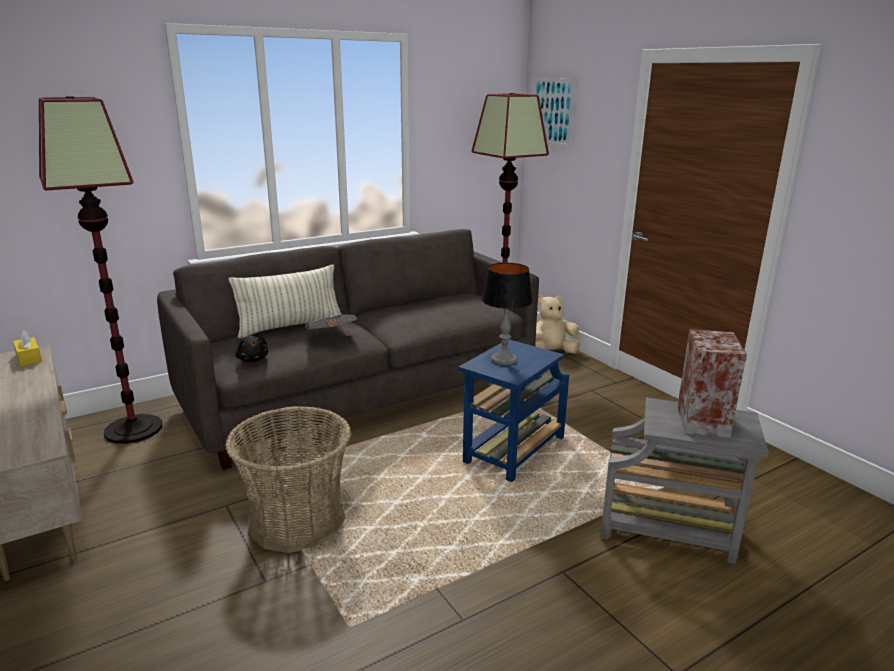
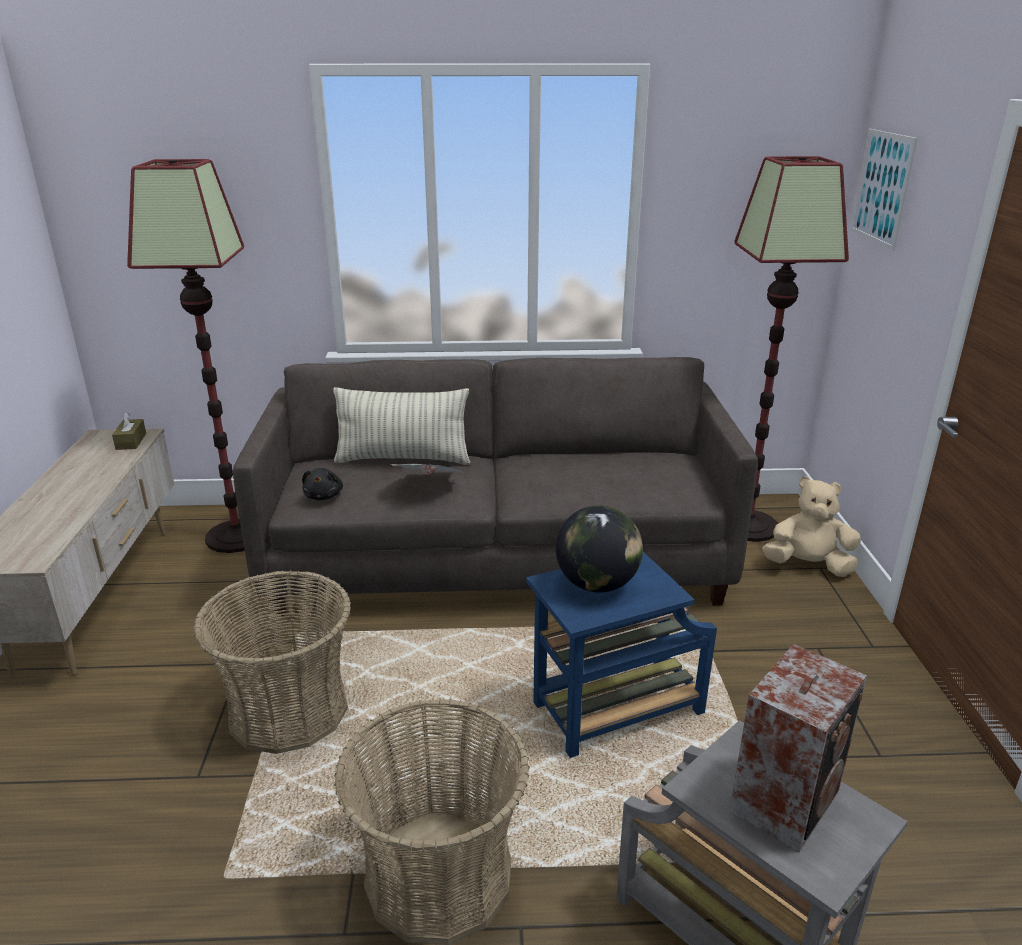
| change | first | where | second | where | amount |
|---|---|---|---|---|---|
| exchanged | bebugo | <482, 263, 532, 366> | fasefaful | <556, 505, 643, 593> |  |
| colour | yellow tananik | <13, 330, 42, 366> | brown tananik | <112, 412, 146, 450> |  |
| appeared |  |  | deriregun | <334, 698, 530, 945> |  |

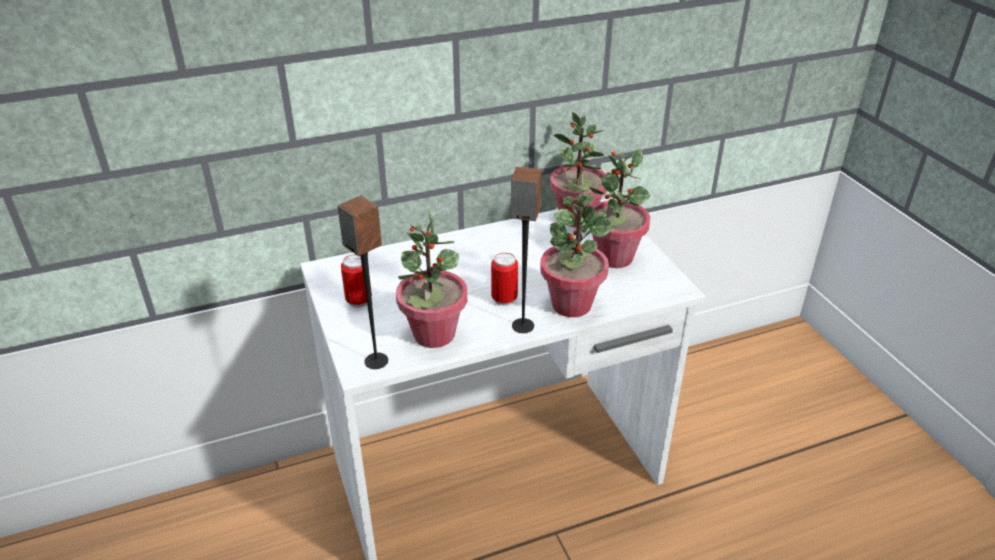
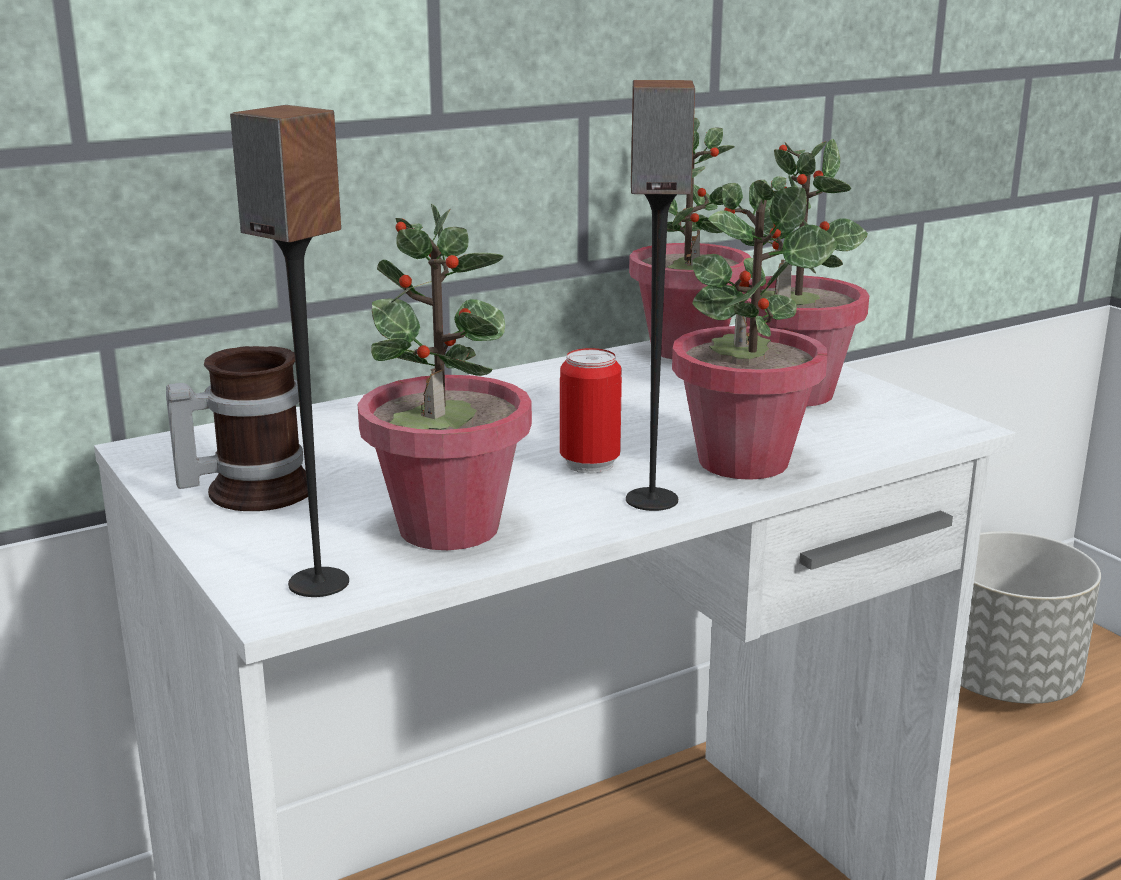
| change | first | where | second | where | amount |
|---|---|---|---|---|---|
| exchanged | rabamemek | <341, 254, 372, 308> | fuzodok | <166, 346, 308, 511> |  |
| appeared |  |  | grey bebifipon | <961, 531, 1101, 704> |  |

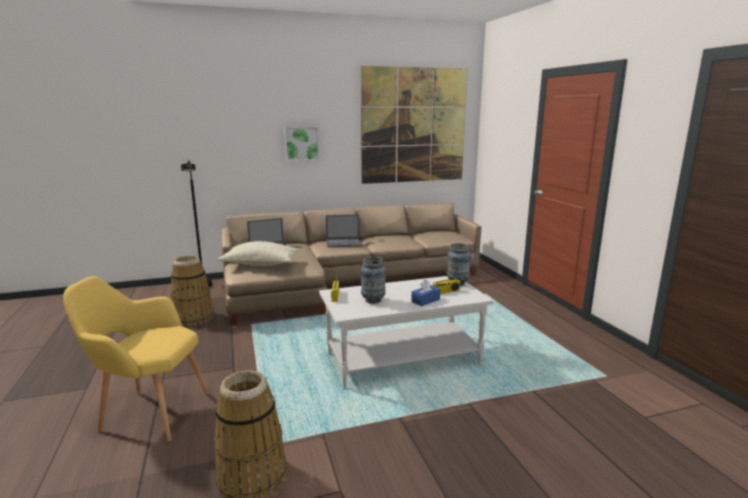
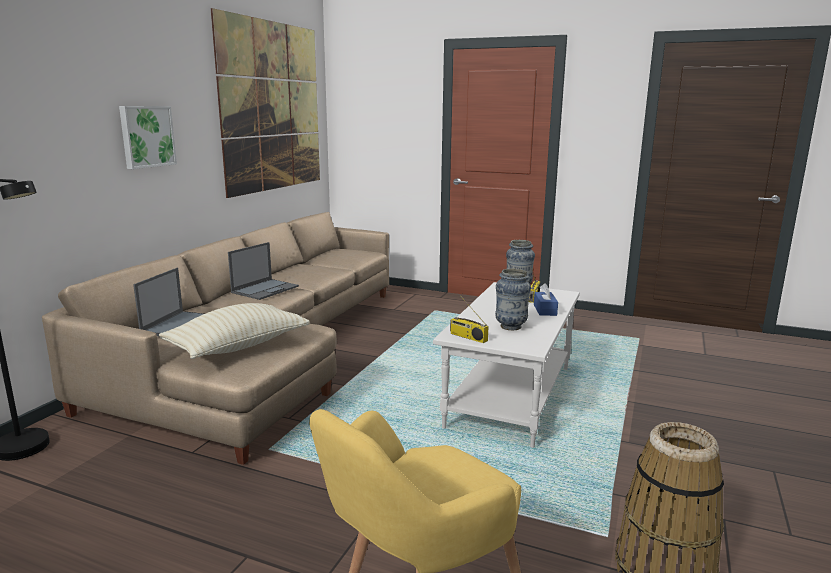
| change | first | where | second | where | amount |
|---|---|---|---|---|---|
| missing | deriregun | <171, 256, 214, 326> |  |  |  |

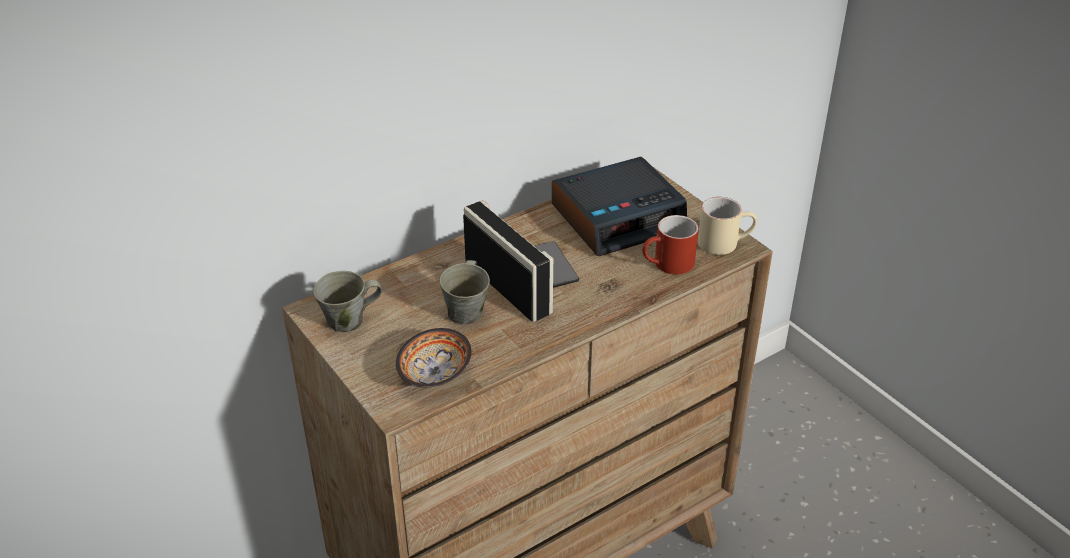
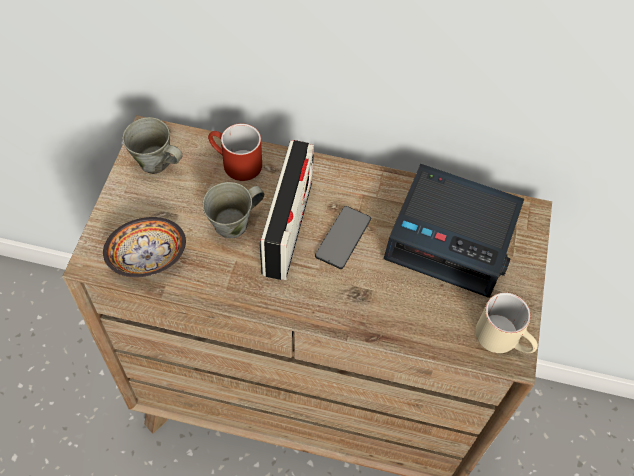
| change | first | where | second | where | amount |
|---|---|---|---|---|---|
| relocated | red fuzodok | <642, 215, 699, 275> |  | <208, 123, 262, 181> |  |

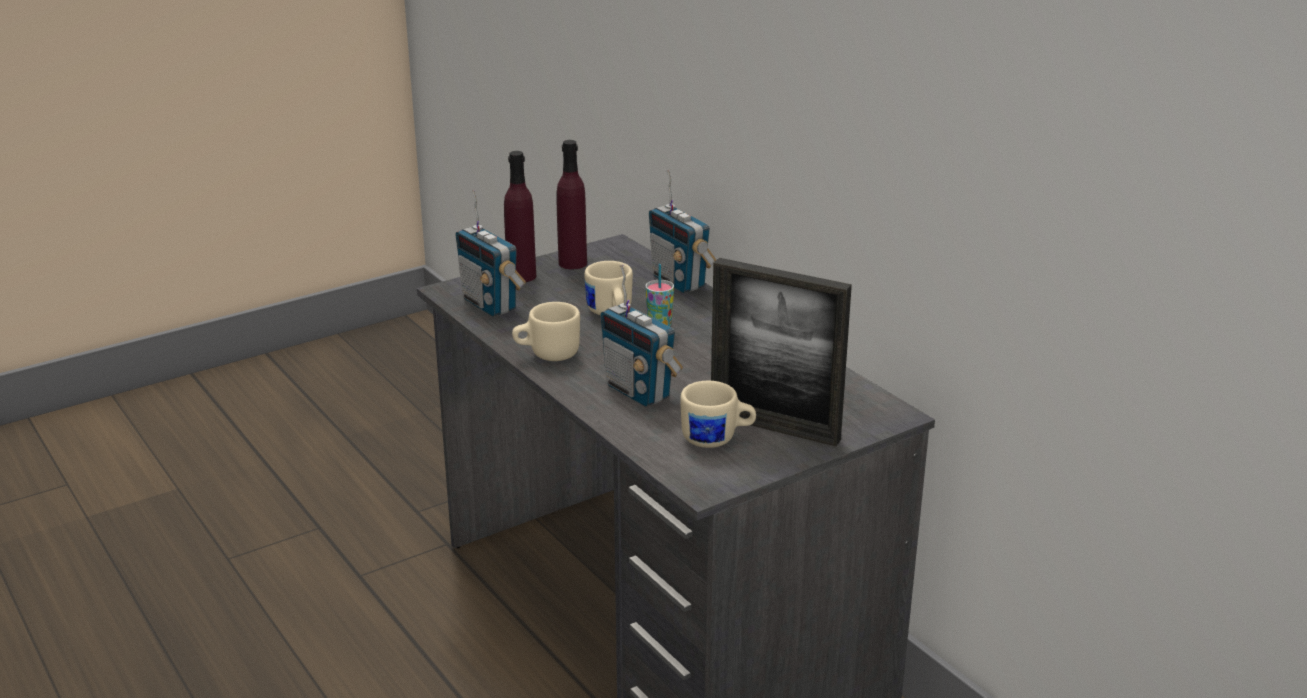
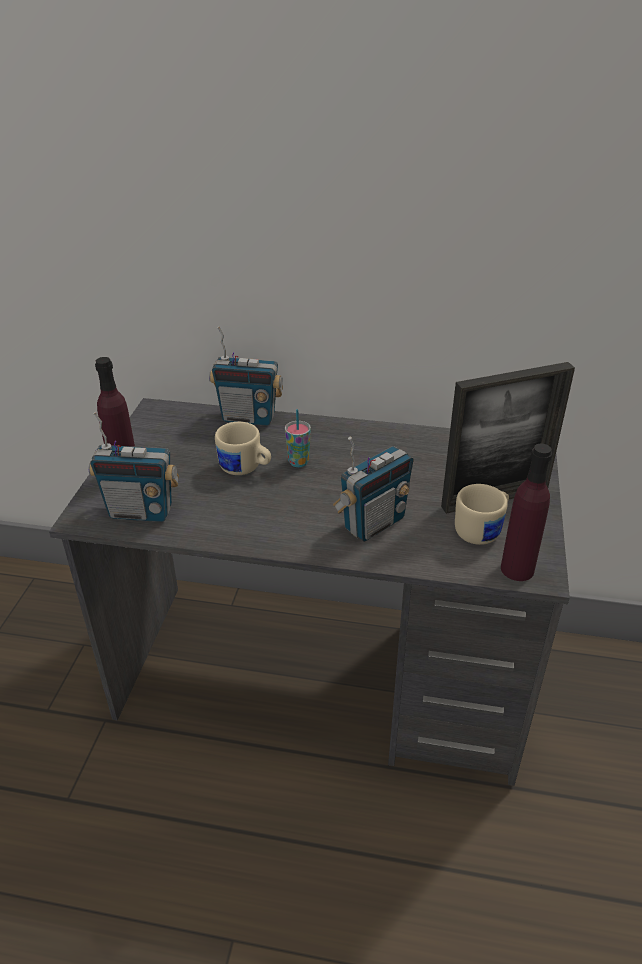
| change | first | where | second | where | amount |
|---|---|---|---|---|---|
| relocated | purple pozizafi | <557, 140, 587, 269> |  | <501, 444, 552, 581> |  |
| spun | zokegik | <600, 265, 683, 407> |  | <333, 437, 414, 542> | 45 degrees counterclockwise |
| missing | beige fuzodok | <512, 302, 580, 361> |  |  |  |

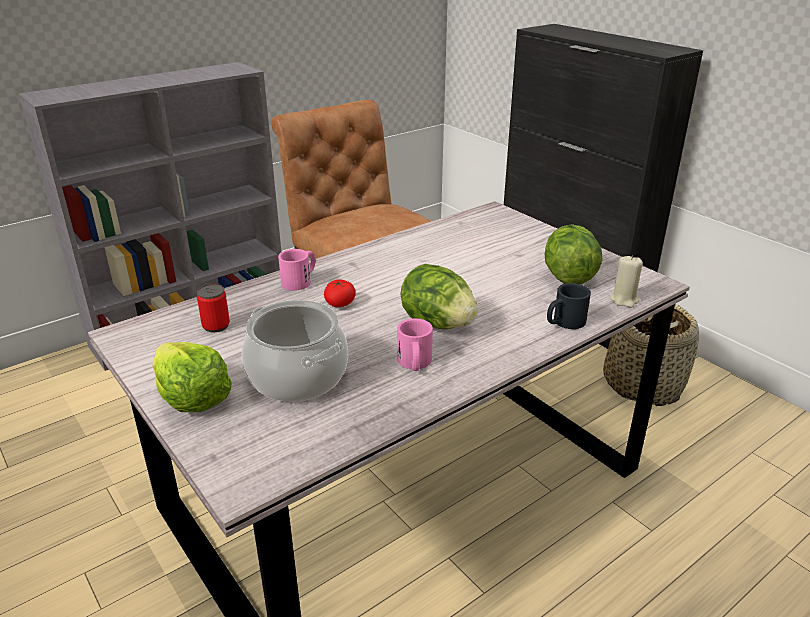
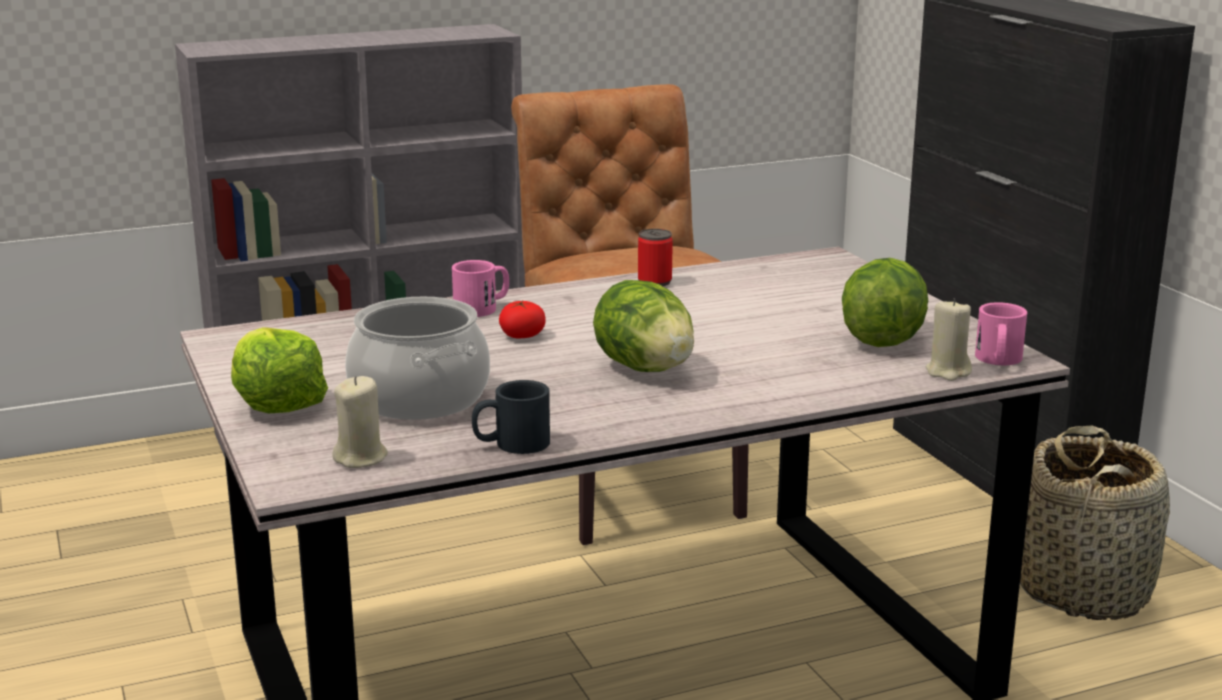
| change | first | where | second | where | amount |
|---|---|---|---|---|---|
| relocated | black fuzodok | <547, 283, 591, 329> |  | <472, 380, 550, 454> |  |
| relocated | rabamemek | <197, 284, 230, 332> |  | <638, 229, 673, 286> |  |
| relocated | pink fuzodok | <397, 318, 433, 371> |  | <975, 302, 1027, 365> |  |
| appeared |  |  | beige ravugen | <332, 376, 388, 468> |  |

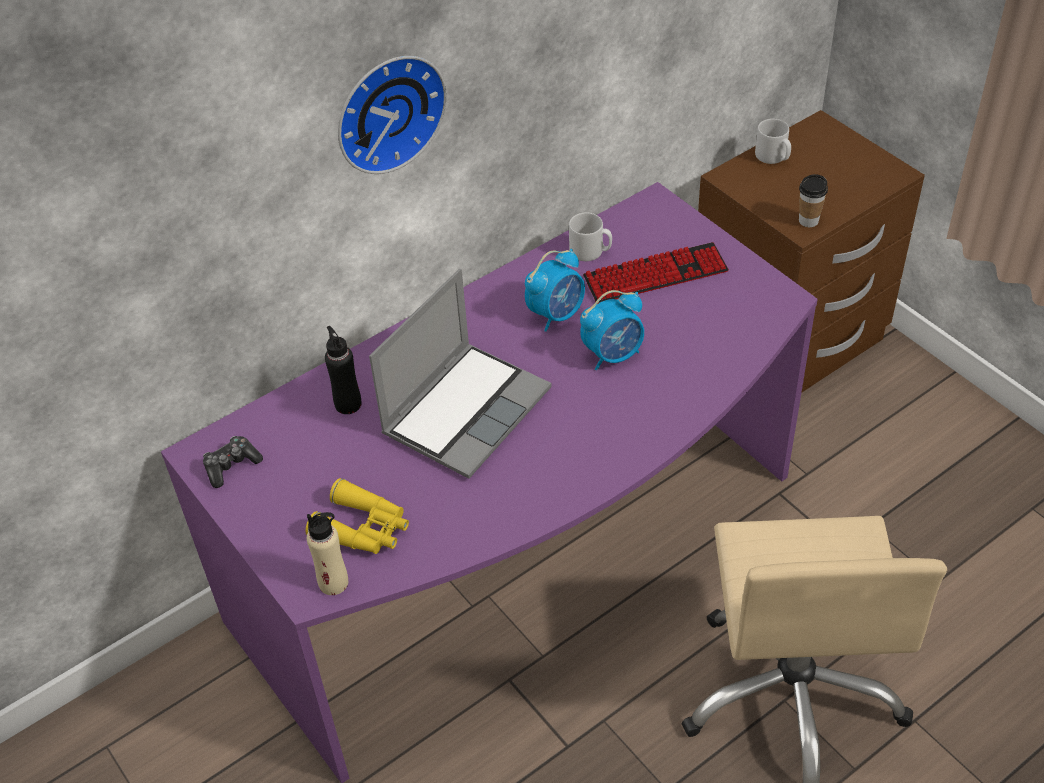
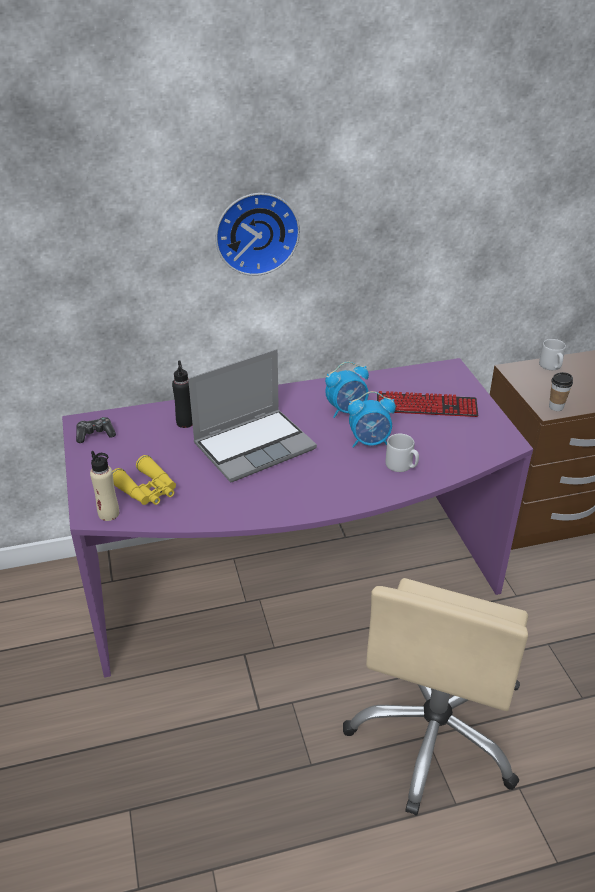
| change | first | where | second | where | amount |
|---|---|---|---|---|---|
| relocated | grey fuzodok | <569, 213, 612, 261> |  | <386, 434, 419, 472> |  |

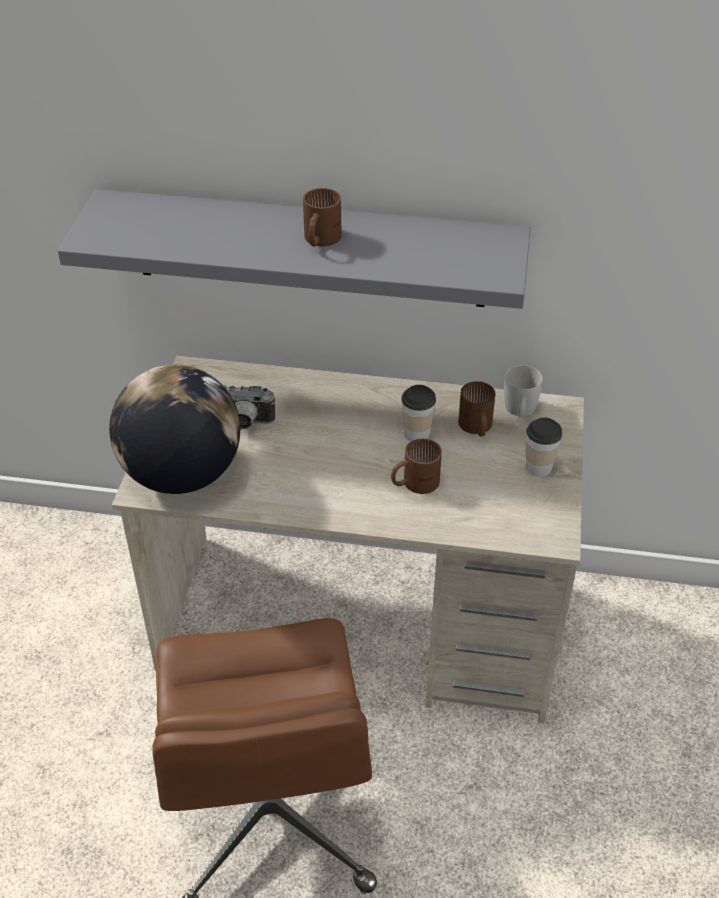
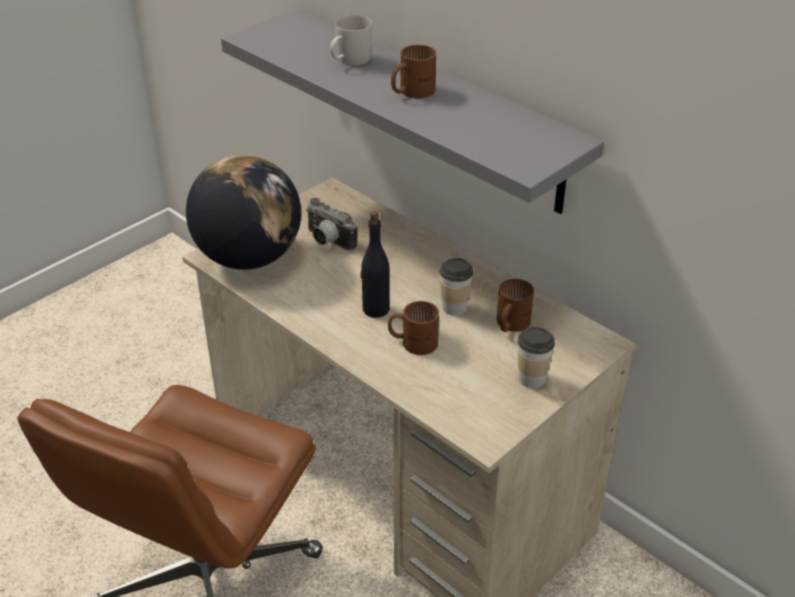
| change | first | where | second | where | amount |
|---|---|---|---|---|---|
| relocated | white fuzodok | <504, 365, 543, 418> |  | <330, 15, 372, 66> |  |
| appeared |  |  | black pozizafi | <360, 211, 390, 318> |  |

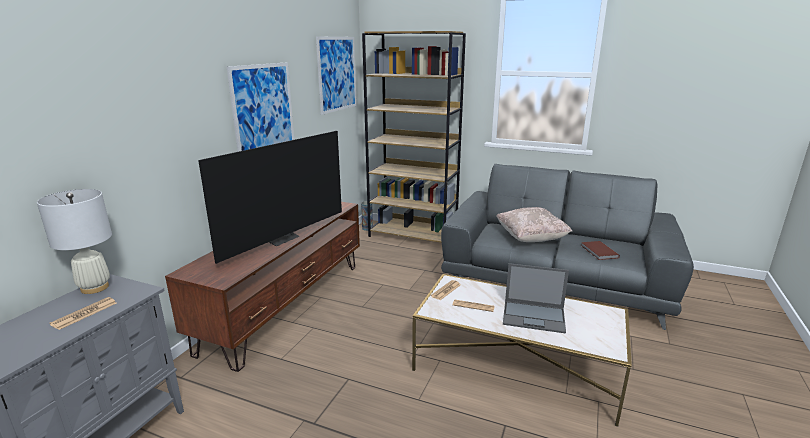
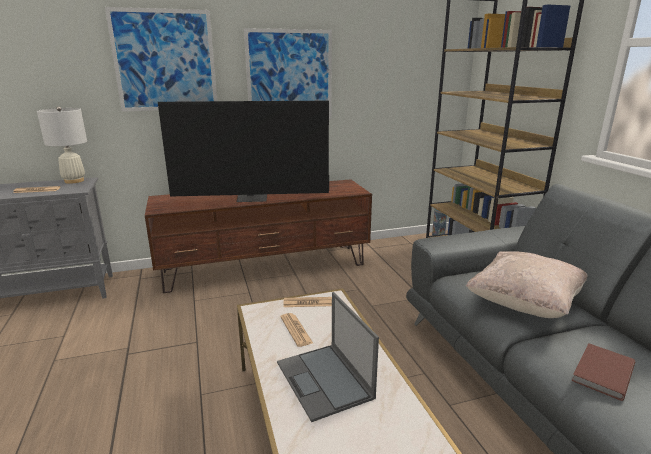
| change | first | where | second | where | amount |
|---|---|---|---|---|---|
| relocated | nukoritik | <316, 37, 357, 115> |  | <105, 7, 217, 112> |  |

